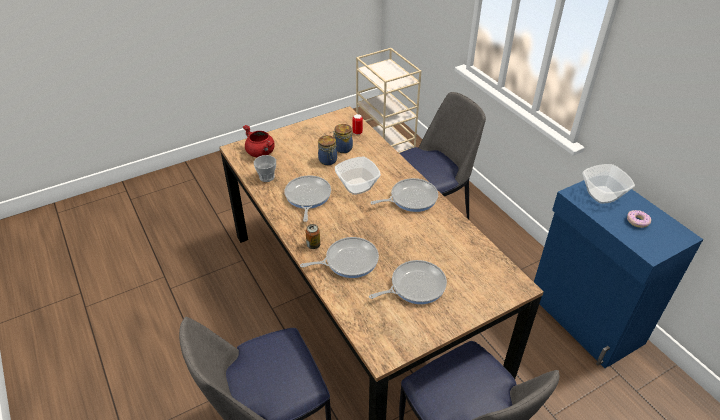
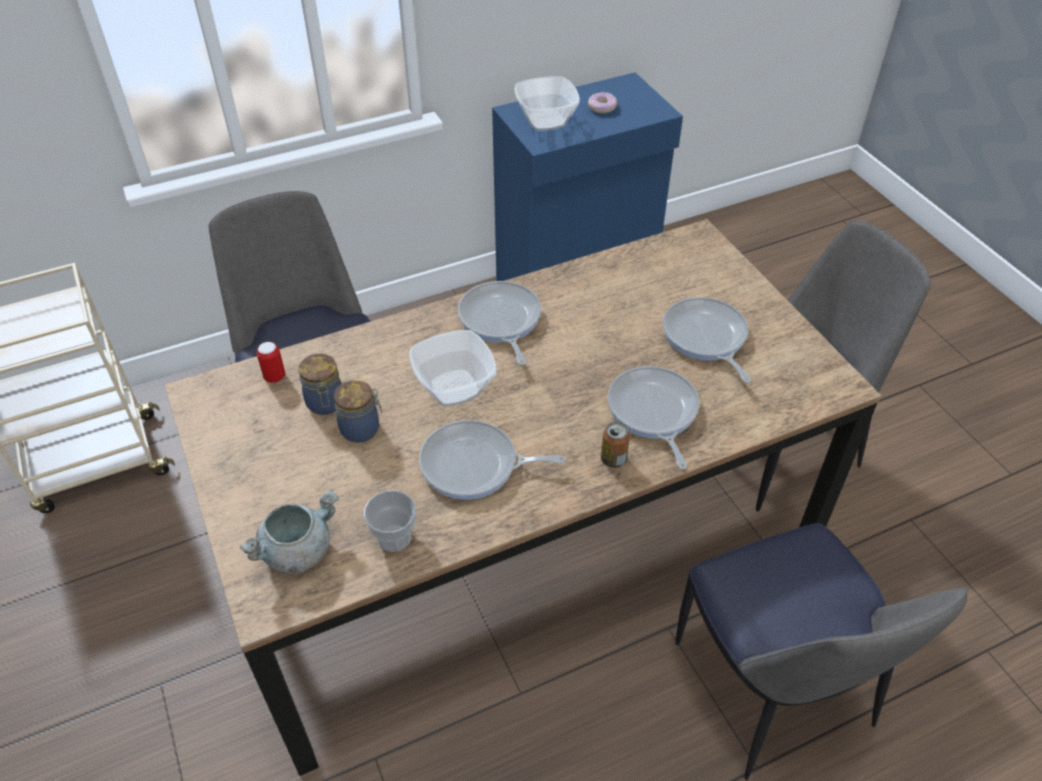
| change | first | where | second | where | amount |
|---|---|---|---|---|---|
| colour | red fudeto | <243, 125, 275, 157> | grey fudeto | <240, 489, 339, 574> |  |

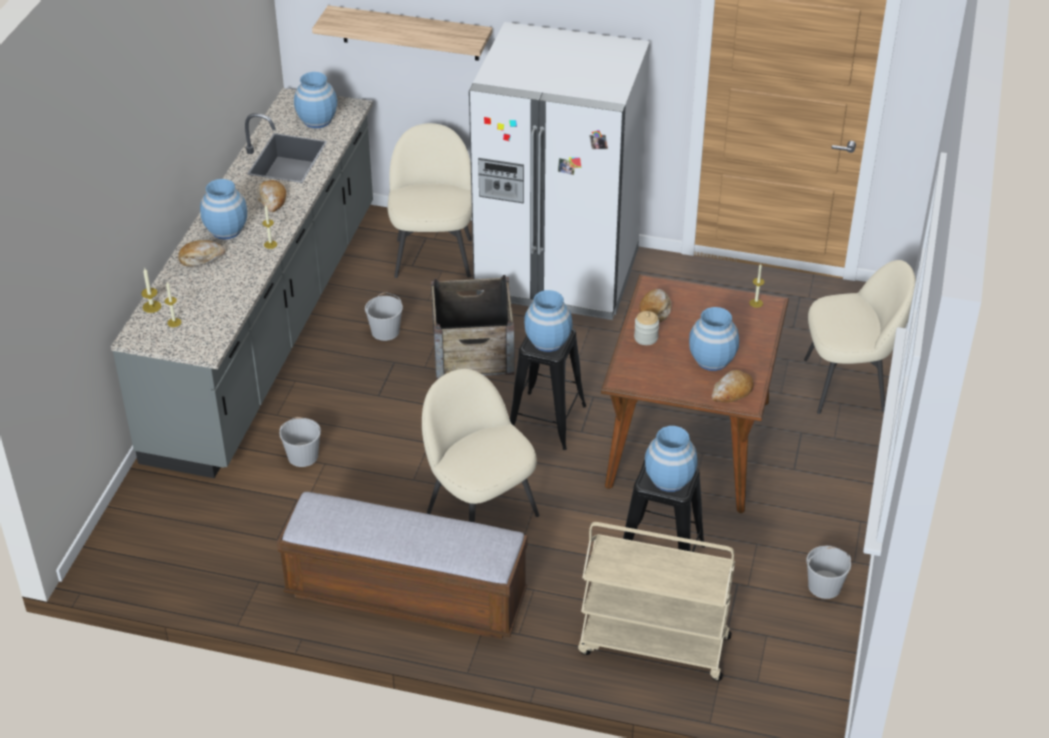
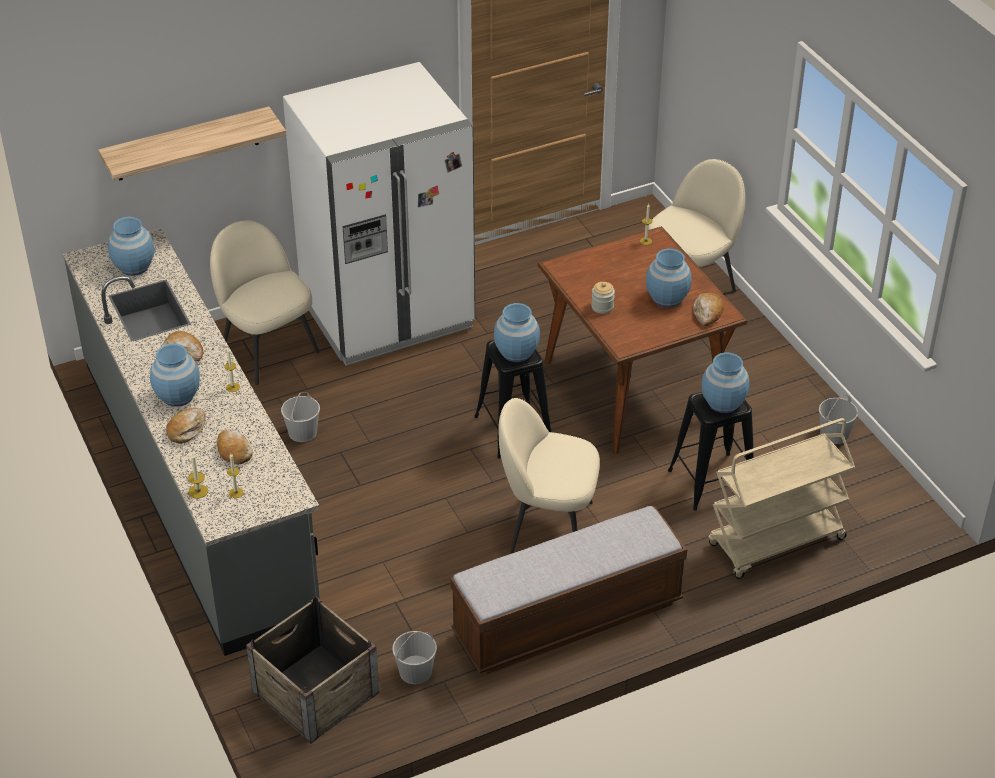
| change | first | where | second | where | amount |
|---|---|---|---|---|---|
| relocated | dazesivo | <431, 275, 515, 379> |  | <246, 596, 379, 744> |  |
| relocated | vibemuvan | <639, 289, 671, 322> |  | <217, 429, 253, 464> |  |
| relocated | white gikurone | <280, 417, 321, 467> |  | <392, 631, 437, 684> |  |

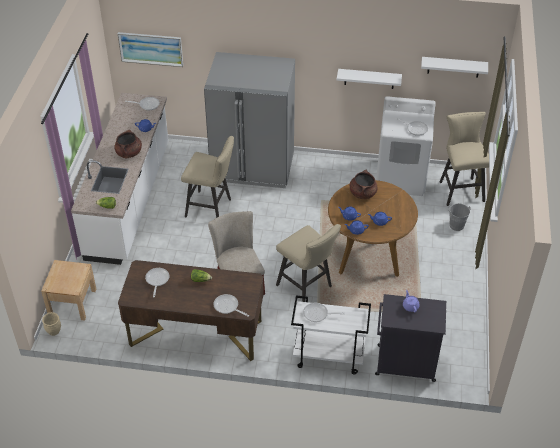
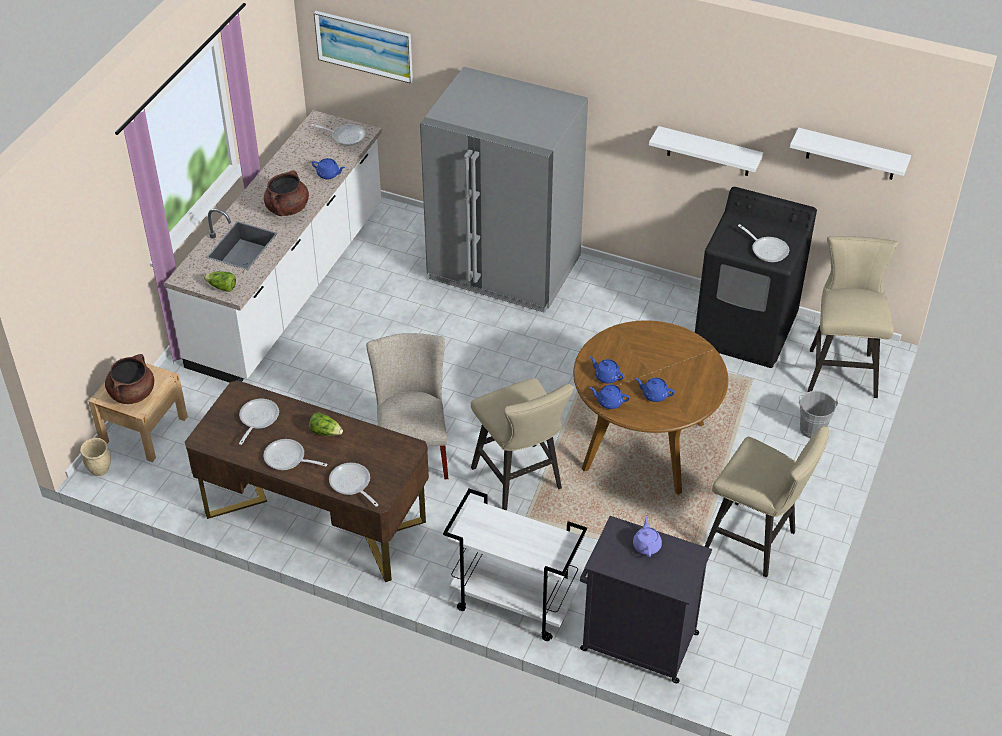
| change | first | where | second | where | amount |
|---|---|---|---|---|---|
| colour | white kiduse | <376, 96, 436, 196> | black kiduse | <695, 187, 817, 368> |  |
| relocated | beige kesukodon | <181, 136, 234, 218> |  | <704, 426, 830, 577> |  |
| relocated | brown fudeto | <350, 169, 378, 199> |  | <105, 354, 154, 404> |  |
| relocated | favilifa | <303, 303, 345, 322> |  | <264, 439, 328, 470> |  |

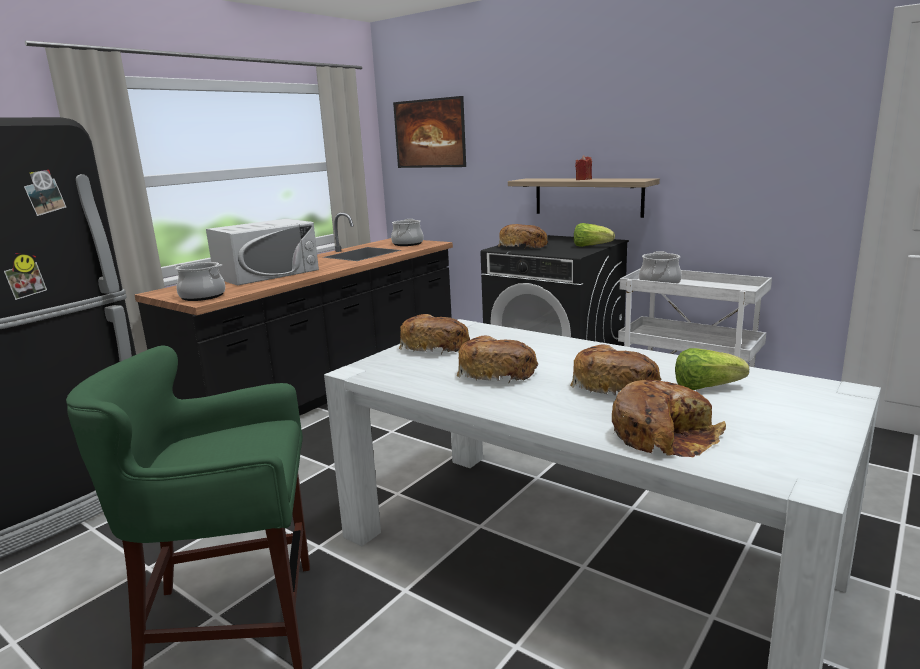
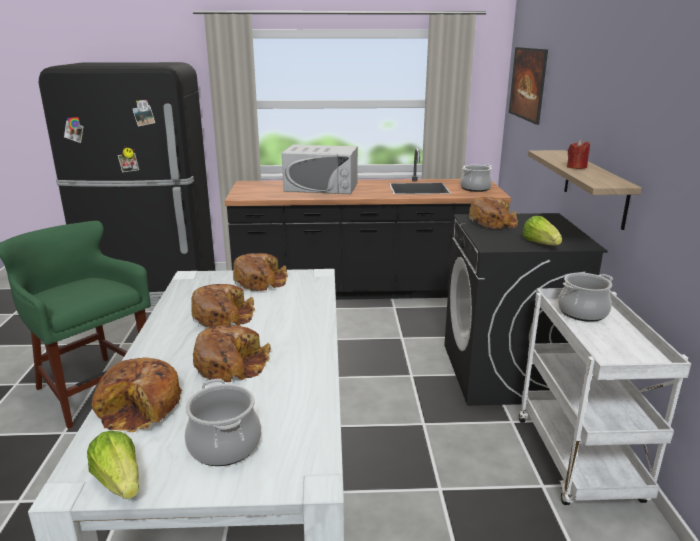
| change | first | where | second | where | amount |
|---|---|---|---|---|---|
| relocated | fudeto | <173, 262, 225, 301> |  | <185, 379, 261, 466> |  |
| relocated | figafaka | <675, 348, 749, 390> |  | <87, 431, 139, 499> |  |

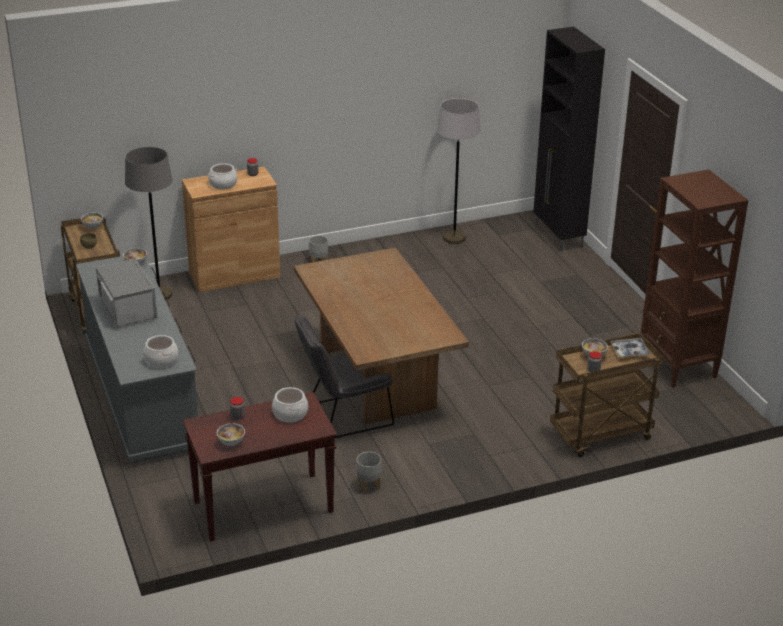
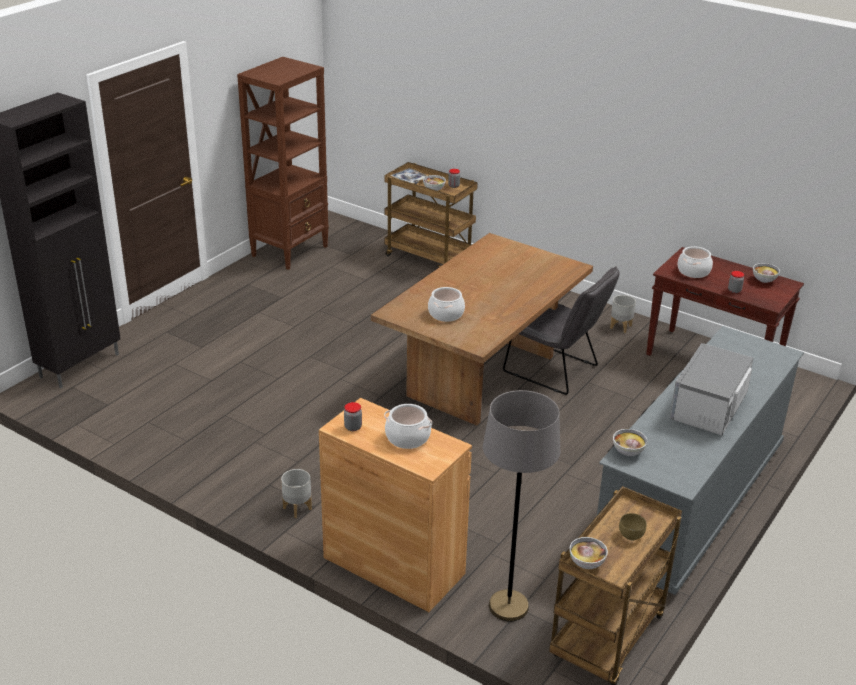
| change | first | where | second | where | amount |
|---|---|---|---|---|---|
| missing | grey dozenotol | <437, 98, 480, 244> |  |  |  |
| relocated | fudeto | <143, 335, 178, 368> |  | <428, 287, 465, 322> |  |

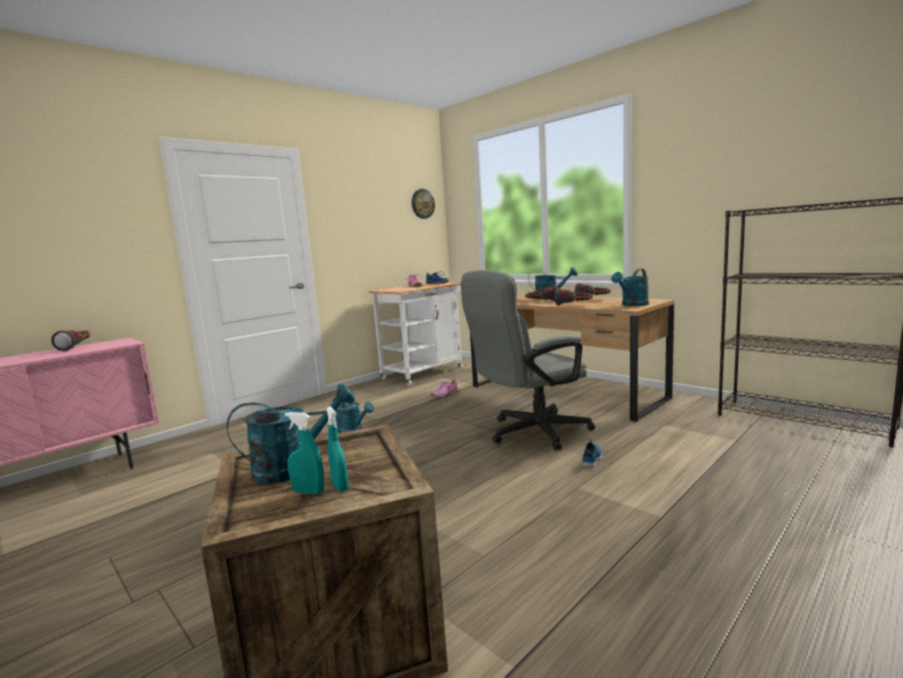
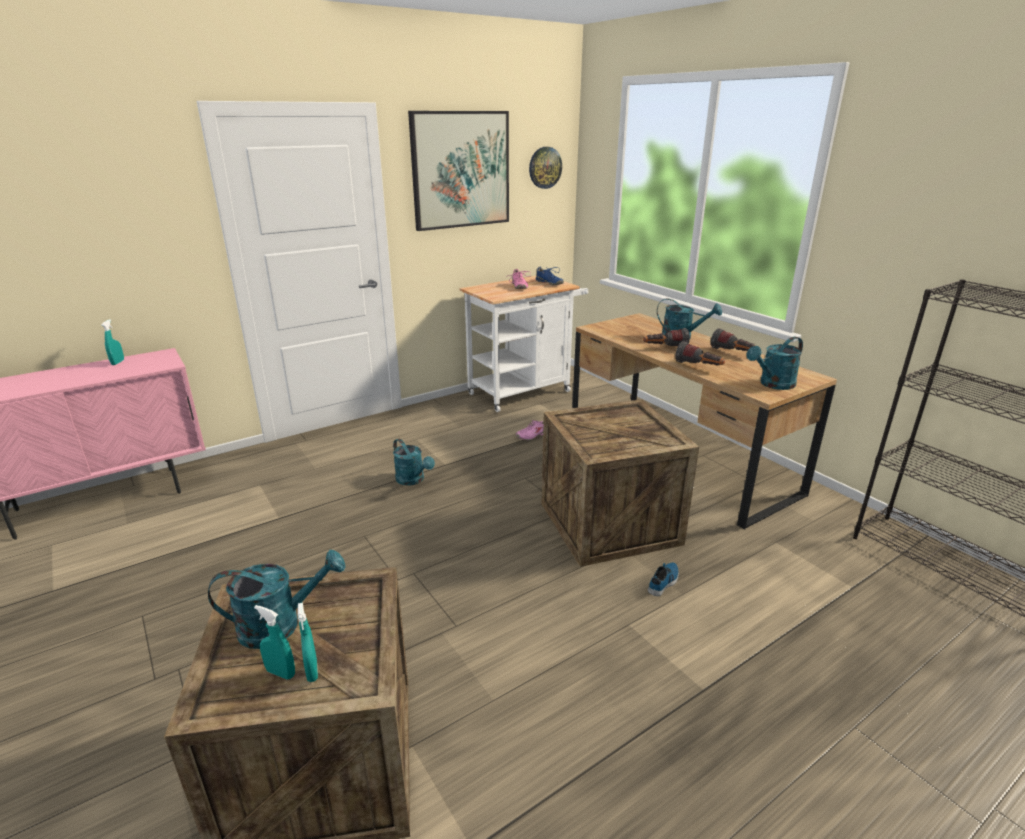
| change | first | where | second | where | amount |
|---|---|---|---|---|---|
| exchanged | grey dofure | <461, 270, 595, 450> | dazesivo | <541, 399, 699, 567> |  |
| exchanged | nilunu | <51, 330, 90, 351> | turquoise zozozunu | <102, 319, 124, 365> |  |
| appeared |  |  | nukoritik | <408, 111, 509, 231> |  |

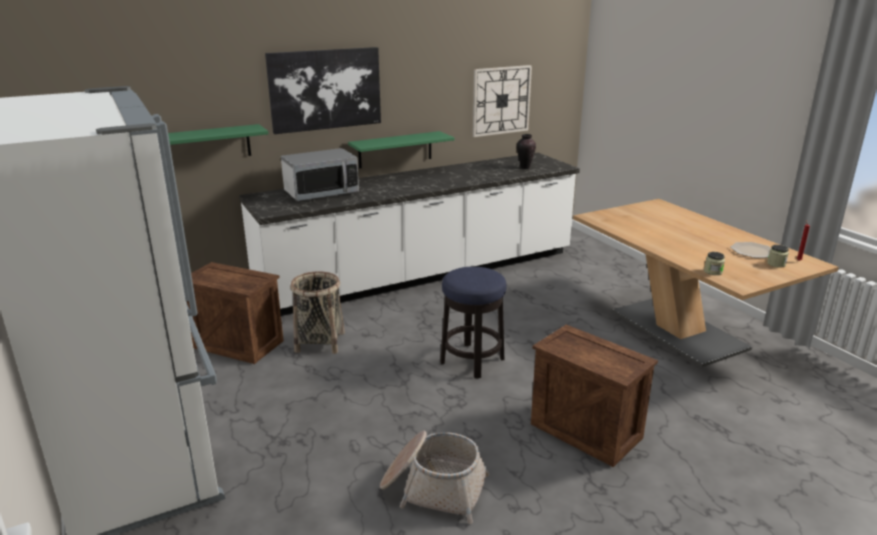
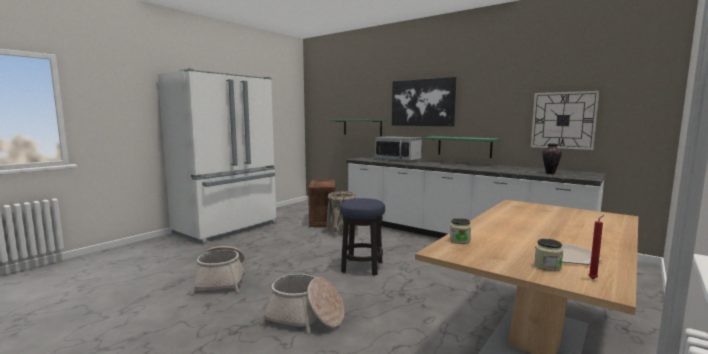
| change | first | where | second | where | amount |
|---|---|---|---|---|---|
| exchanged | dazesivo | <531, 325, 658, 467> | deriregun | <260, 274, 344, 334> |  |

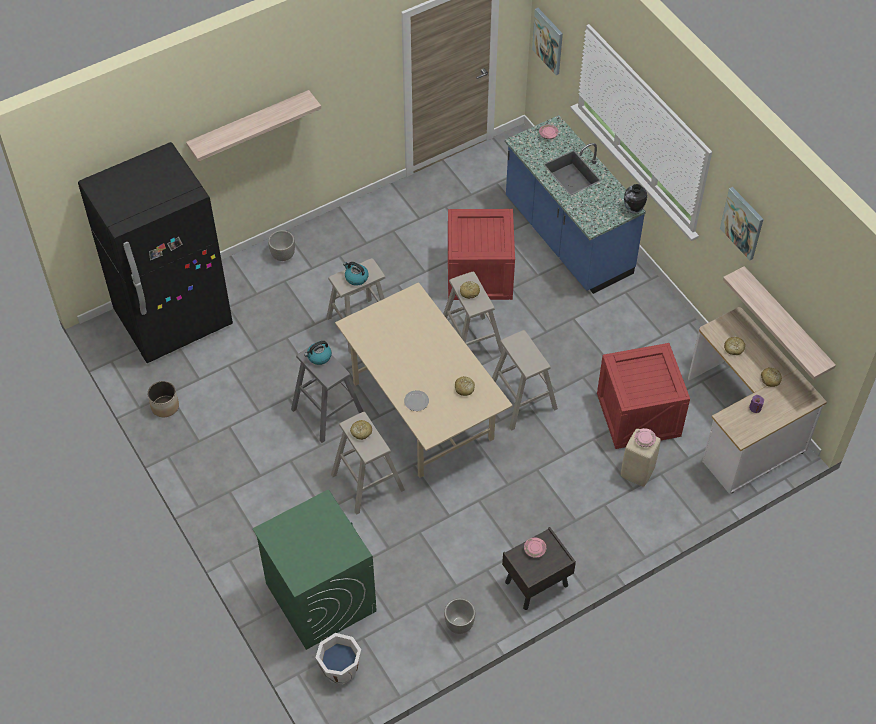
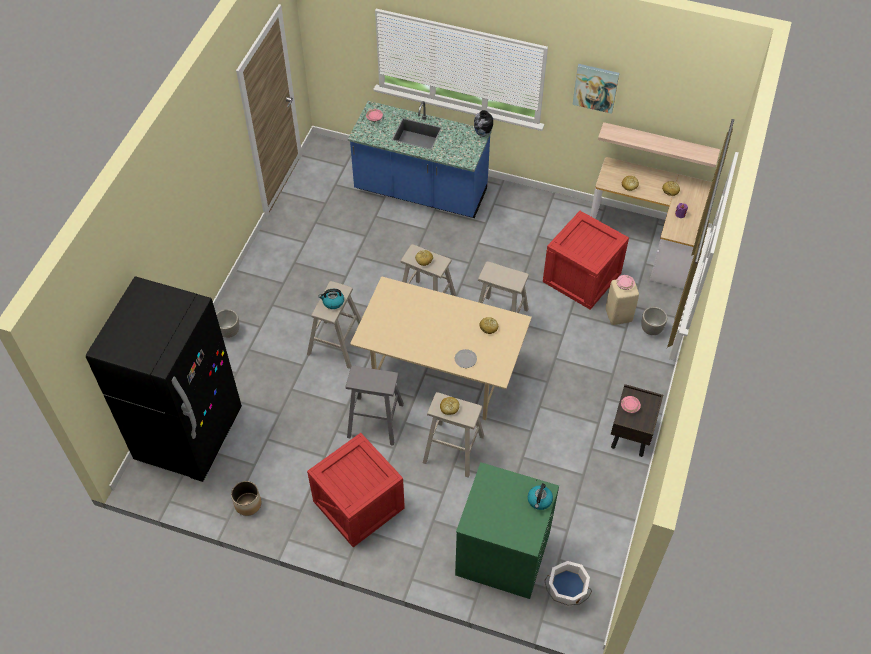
| change | first | where | second | where | amount |
|---|---|---|---|---|---|
| missing | nukoritik | <532, 8, 563, 75> |  |  |  |
| missing | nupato | <186, 90, 321, 162> |  |  |  |
| relocated | dazesivo | <448, 209, 515, 300> |  | <307, 433, 405, 547> |  |
| relocated | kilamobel | <304, 341, 332, 365> |  | <528, 483, 553, 510> |  |
| relocated | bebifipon | <444, 598, 476, 634> |  | <641, 307, 667, 335> |  |

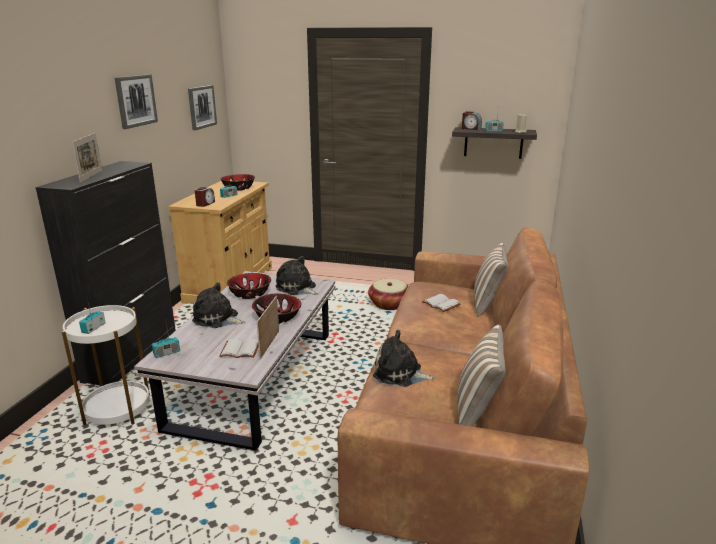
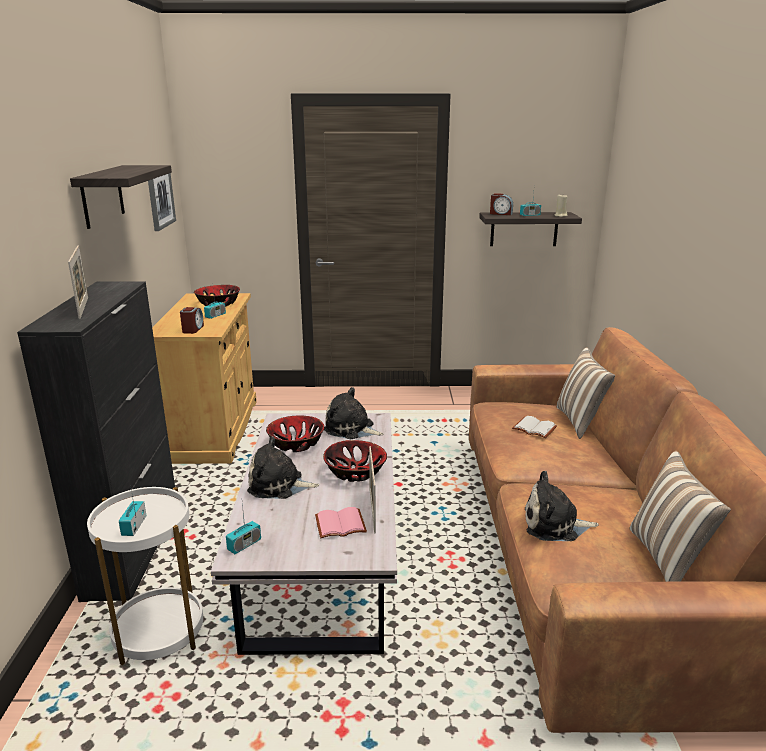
| change | first | where | second | where | amount |
|---|---|---|---|---|---|
| exchanged | nukoritik | <115, 74, 158, 129> | nupato | <70, 165, 172, 229> |  |
| missing | deriregun | <368, 279, 408, 310> |  |  |  |
| colour | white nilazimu | <219, 339, 259, 358> | pink nilazimu | <315, 507, 367, 538> |  |

